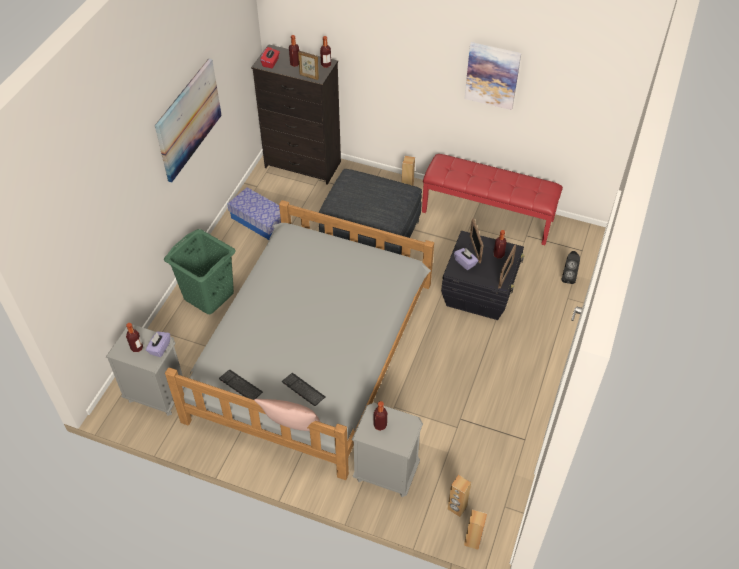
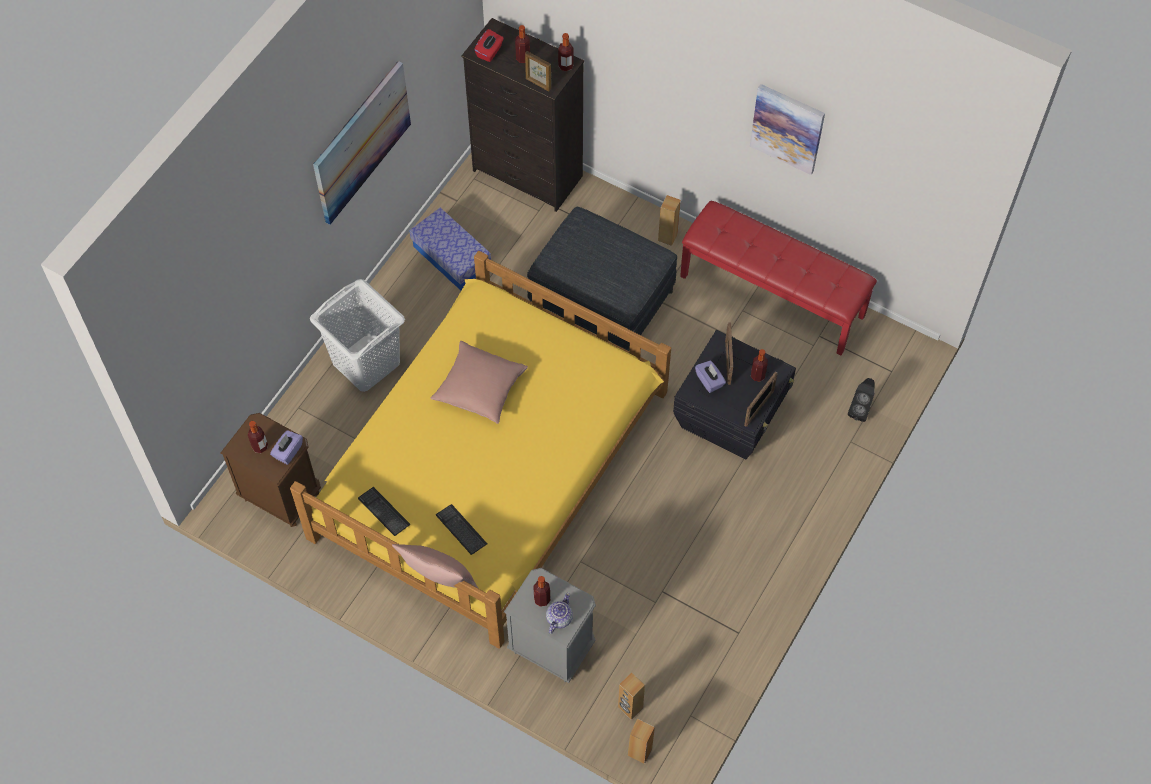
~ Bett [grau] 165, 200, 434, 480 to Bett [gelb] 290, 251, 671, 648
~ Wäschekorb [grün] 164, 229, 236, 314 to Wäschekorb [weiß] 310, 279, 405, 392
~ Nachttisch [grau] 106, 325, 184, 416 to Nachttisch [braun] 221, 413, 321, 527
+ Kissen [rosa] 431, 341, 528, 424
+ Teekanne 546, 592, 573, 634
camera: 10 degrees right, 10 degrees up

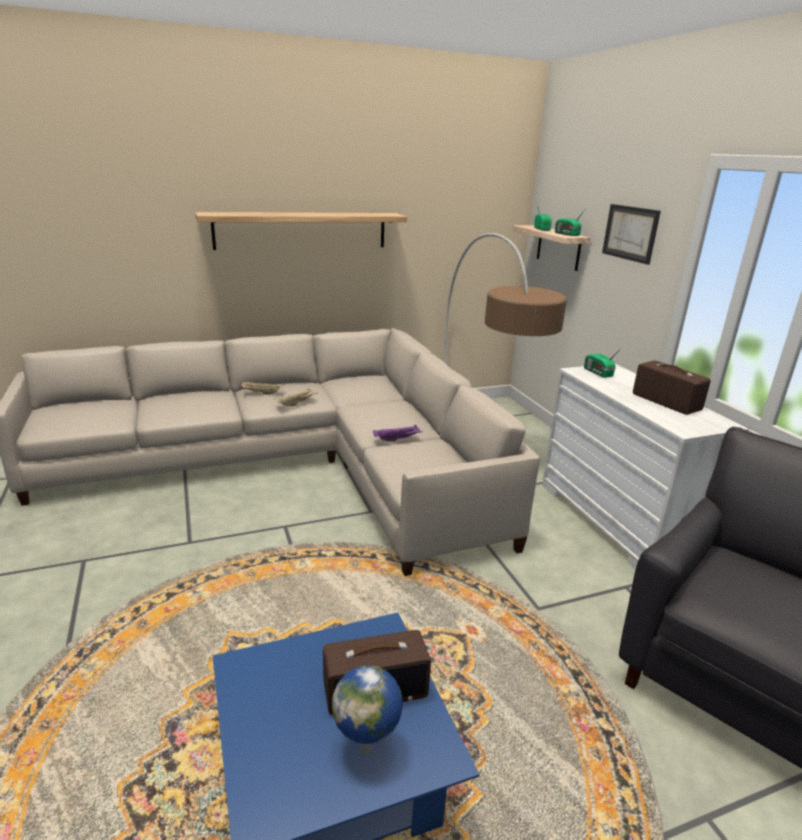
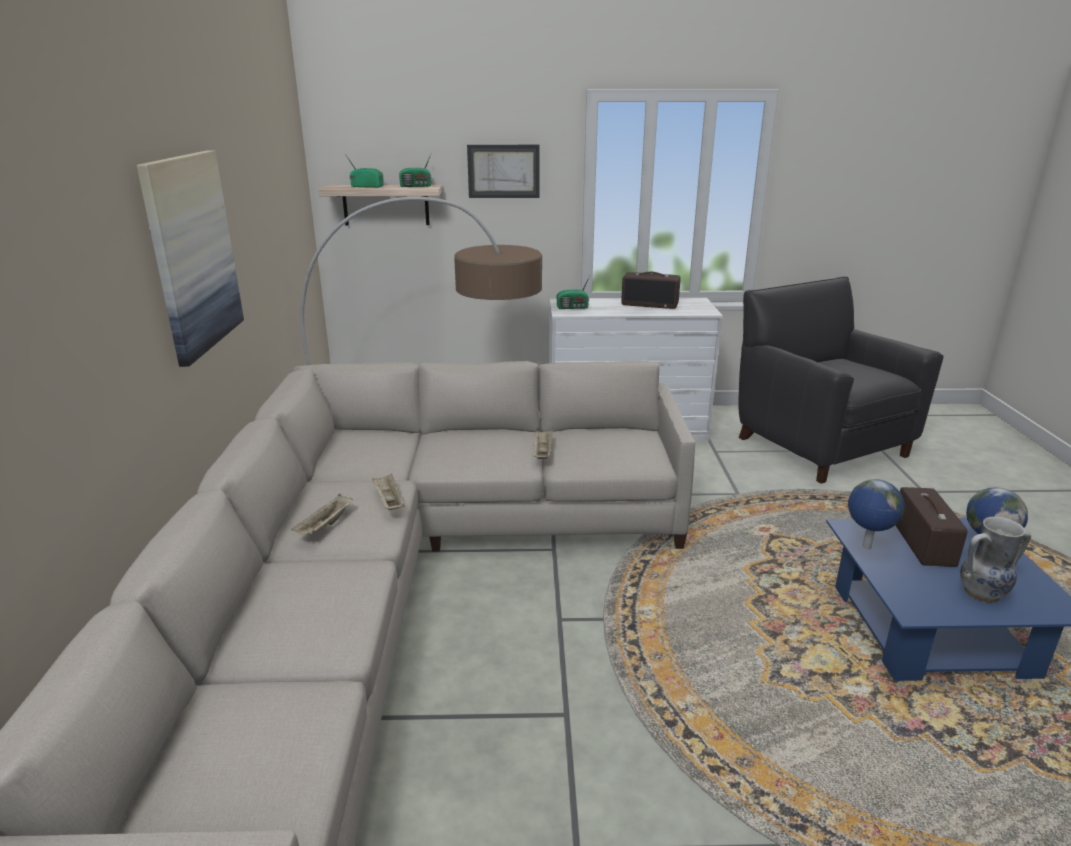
~ Wandregal 195, 212, 407, 250 to Bild 137, 151, 244, 367
~ Radio 633, 361, 711, 415 = 621, 272, 681, 309 150 degrees counterclockwise
~ Tablett [lila] 373, 425, 423, 442 to Tablett [beige] 533, 430, 553, 459
+ Globus 848, 479, 905, 550
+ Vase 960, 517, 1031, 603
camera: 70 degrees left, 0 degrees up

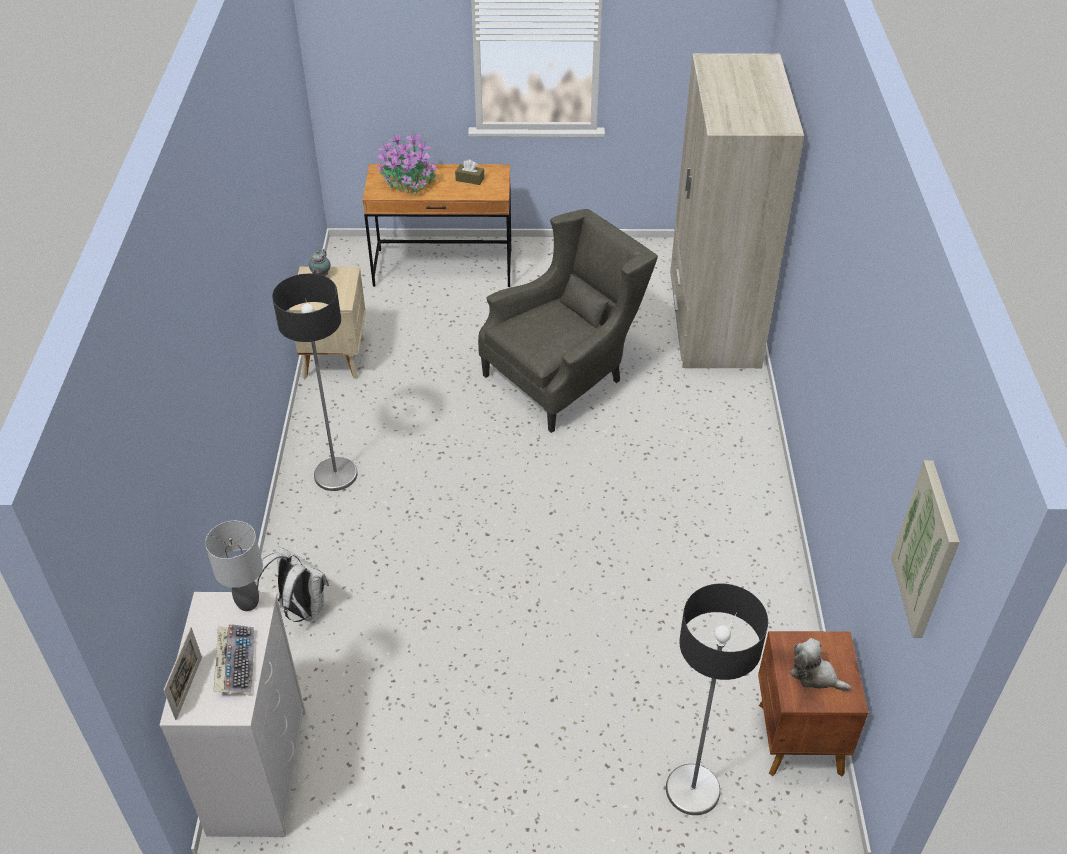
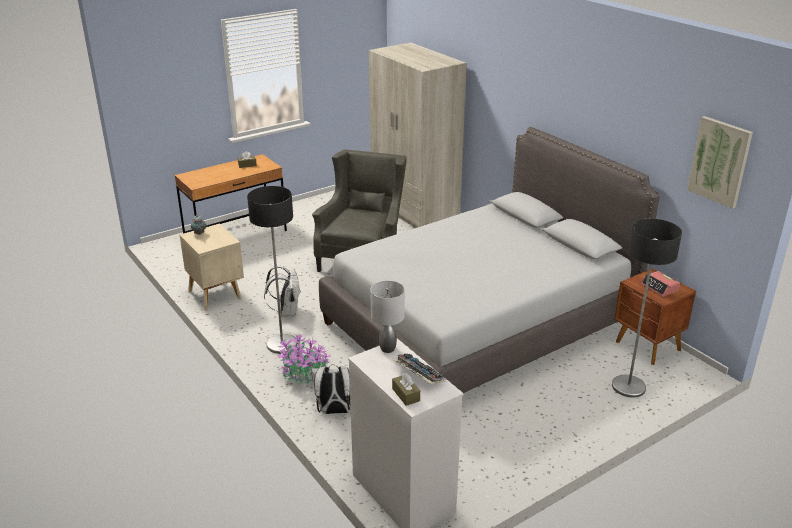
~ Topfpflanze 376, 131, 438, 194 to 277, 334, 331, 384
~ Bilderrahmen 164, 627, 202, 720 to Taschentuchbox [braun] 392, 373, 420, 406
~ Plüschtier 791, 638, 851, 691 to Wecker 641, 271, 680, 297
+ Bett [grau] 319, 127, 660, 393
+ Rucksack [weiß] 264, 265, 300, 317
camera: 35 degrees left, 15 degrees down

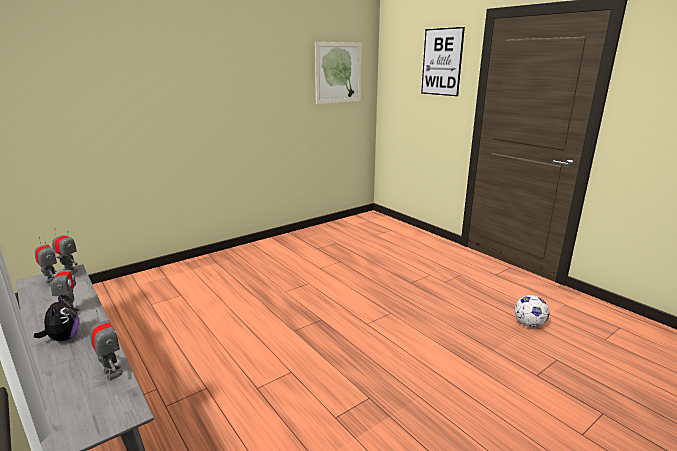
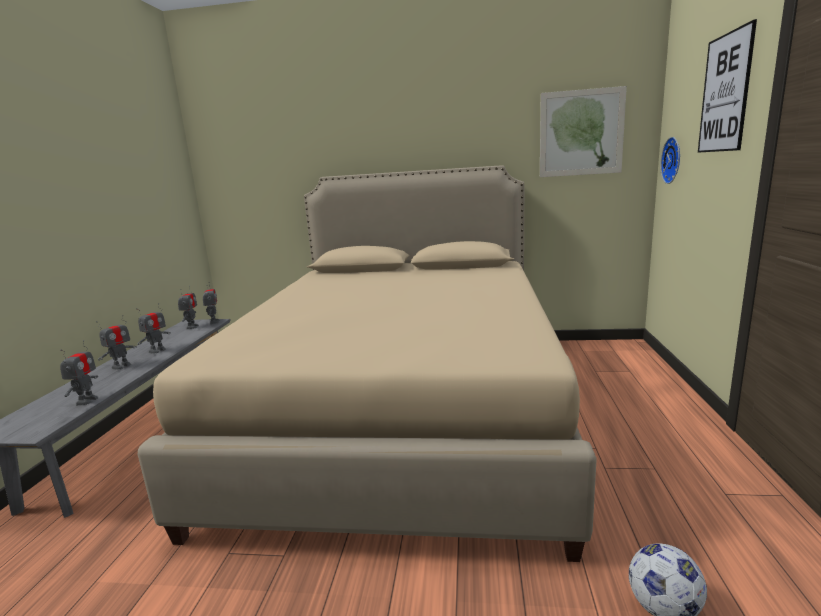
~ Plüschtier 34, 294, 79, 341 to Spielzeugroboter 96, 315, 137, 370
+ Wanduhr 660, 137, 680, 184
+ Bett [beige] 138, 165, 597, 562
camera: 45 degrees right, 5 degrees down

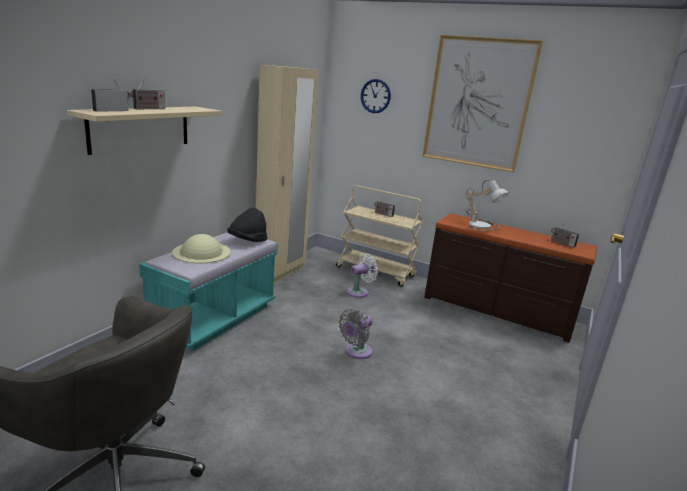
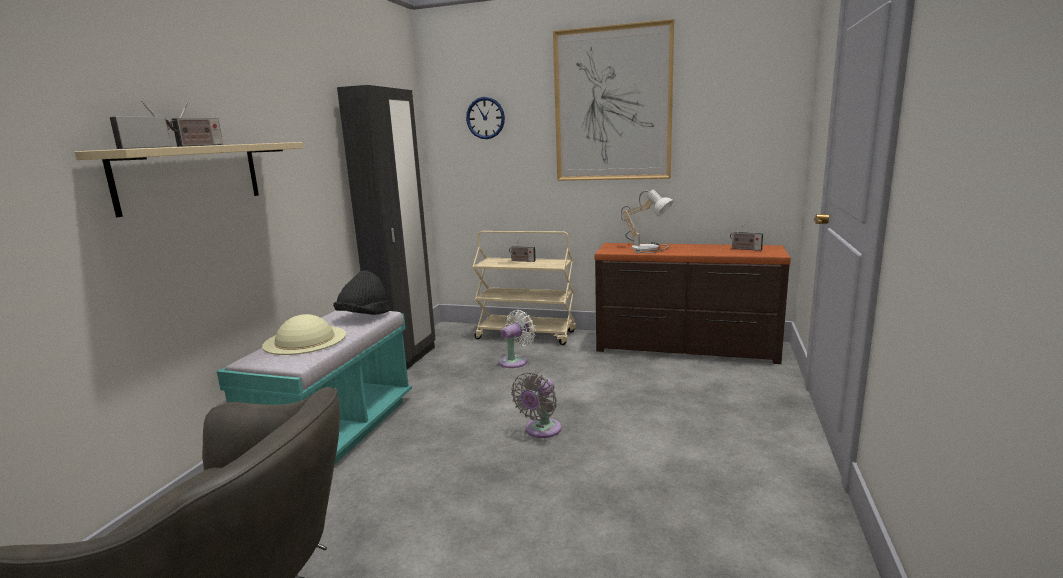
~ Kleiderschrank [beige] 256, 64, 318, 283 to Kleiderschrank [schwarz] 337, 85, 436, 369
camera: 10 degrees left, 5 degrees down

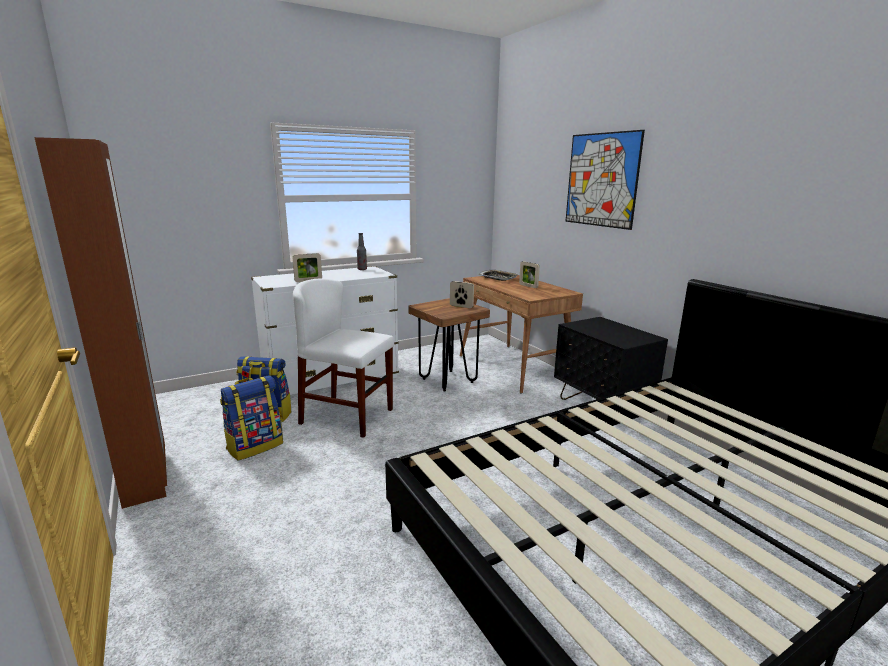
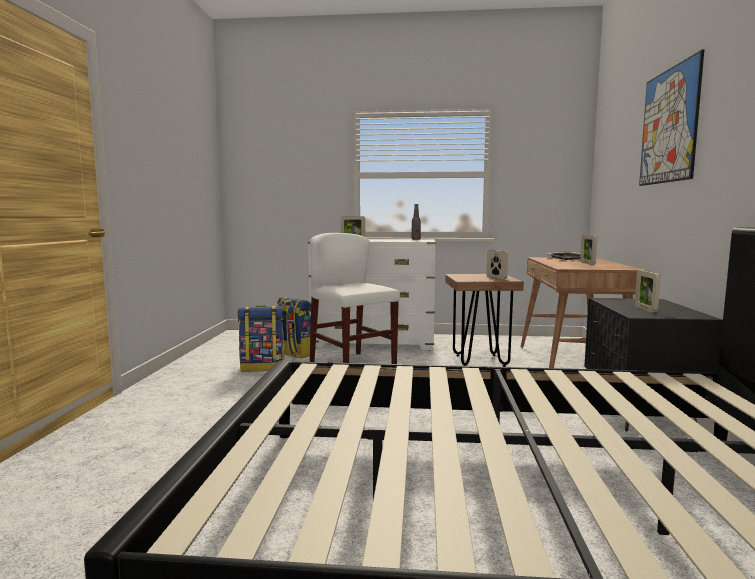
- Kleiderschrank [braun] 34, 137, 167, 509
+ Bilderrahmen 635, 270, 661, 313
camera: 35 degrees right, 10 degrees down

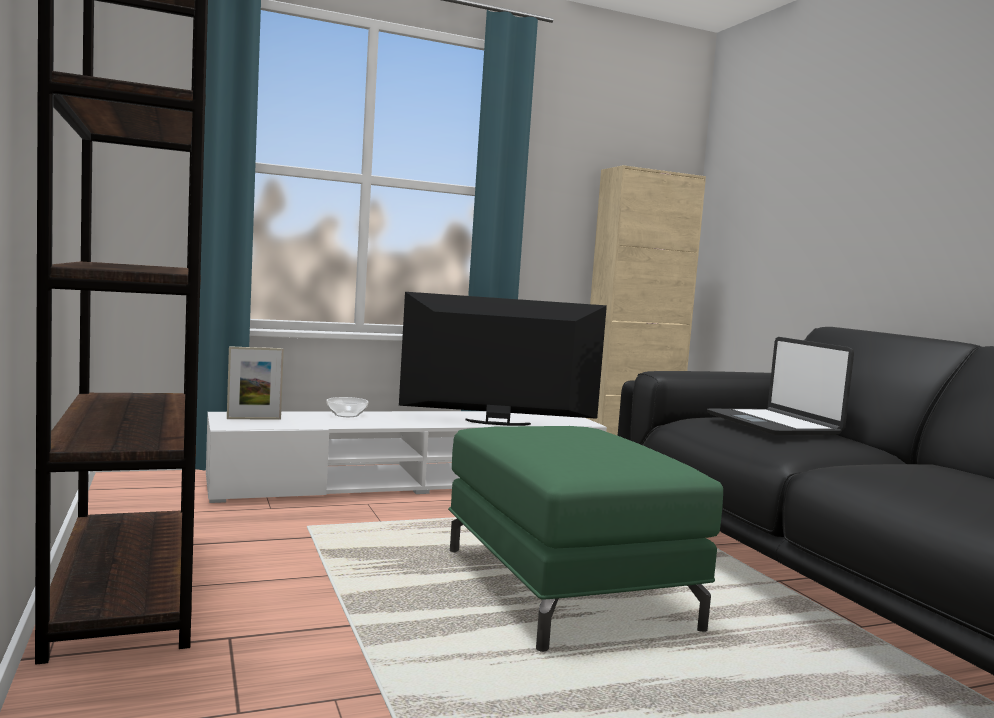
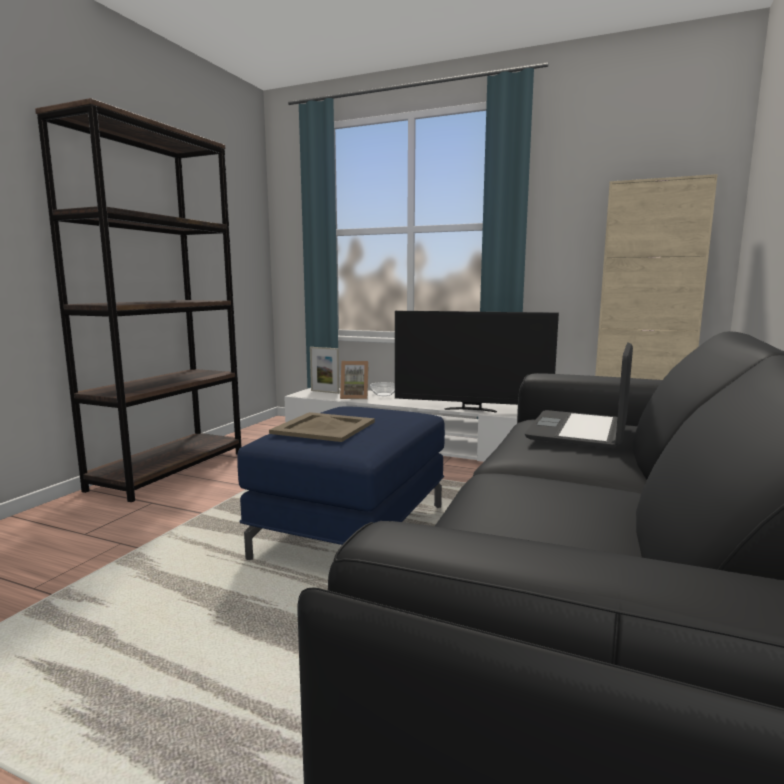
~ Fernseher 399, 292, 607, 426 = 395, 311, 559, 413 150 degrees clockwise
~ Polsterhocker [grün] 448, 426, 723, 652 to Polsterhocker [blau] 237, 406, 445, 560
+ Bilderrahmen 340, 361, 369, 399
+ Tablett [beige] 269, 412, 375, 442
camera: 45 degrees right, 5 degrees up

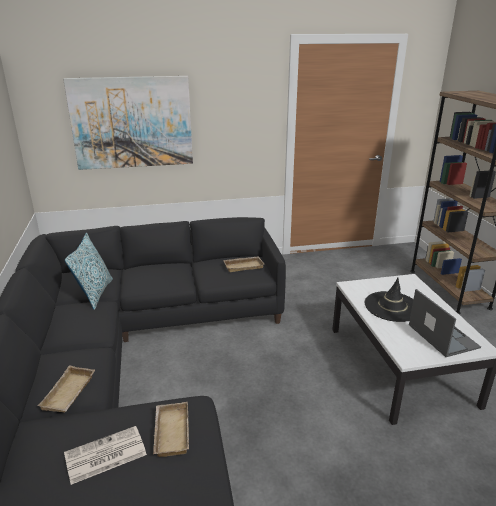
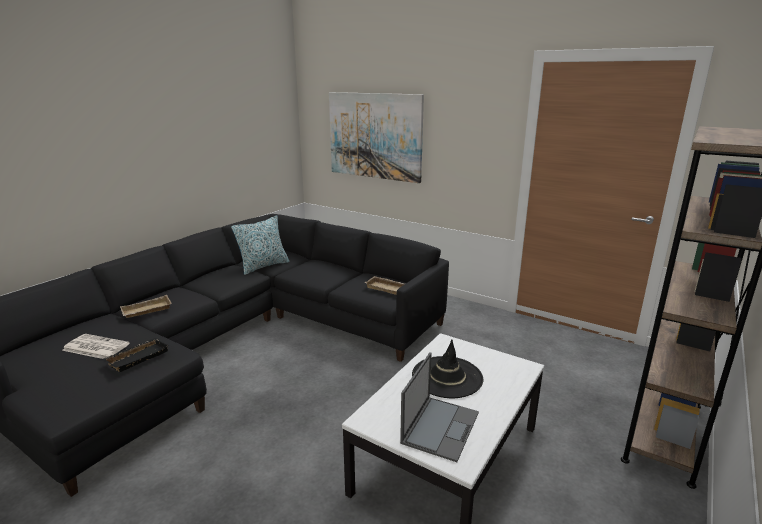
~ Tablett [beige] 153, 402, 189, 457 to Tablett [schwarz] 103, 338, 169, 372
camera: 45 degrees right, 5 degrees down

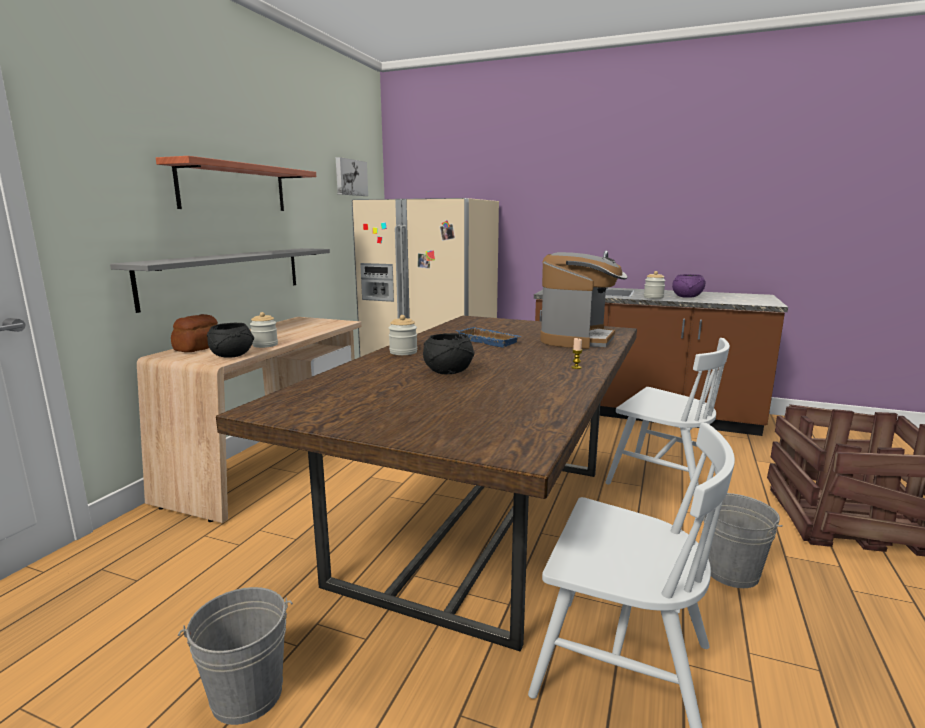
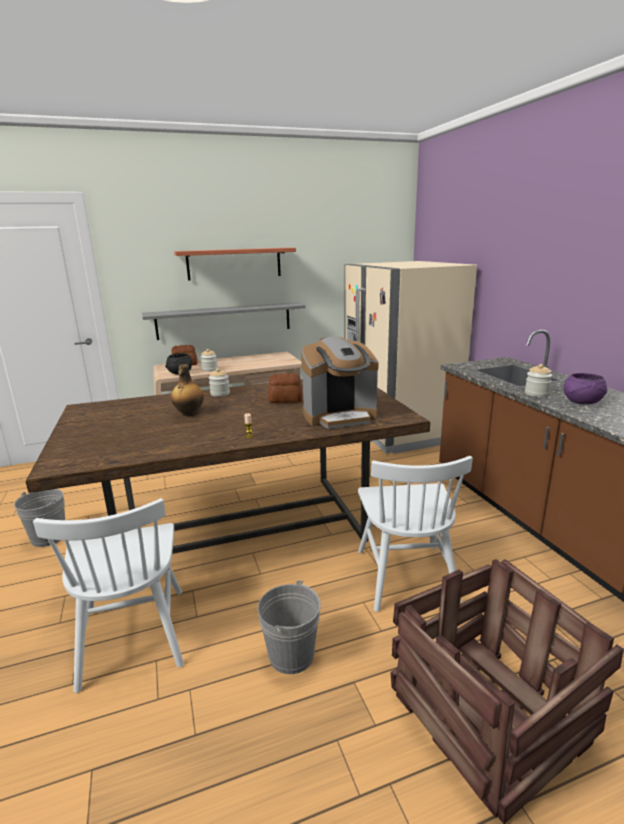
- Bild 336, 157, 368, 196
~ Tablett [blau] 455, 327, 521, 348 to Brot 268, 373, 302, 403
~ Schüssel [schwarz] 423, 333, 475, 374 to Flasche 171, 364, 204, 417
camera: 50 degrees right, 5 degrees up

